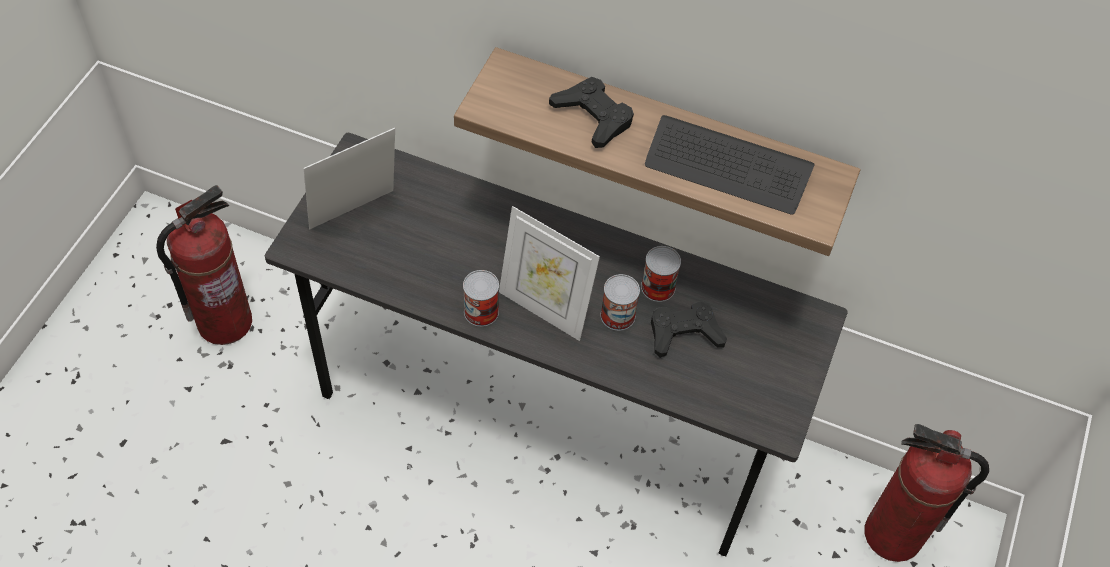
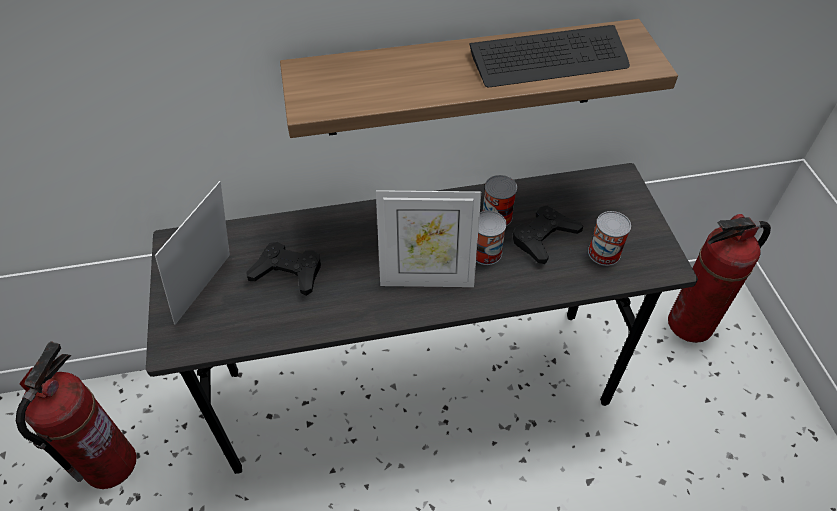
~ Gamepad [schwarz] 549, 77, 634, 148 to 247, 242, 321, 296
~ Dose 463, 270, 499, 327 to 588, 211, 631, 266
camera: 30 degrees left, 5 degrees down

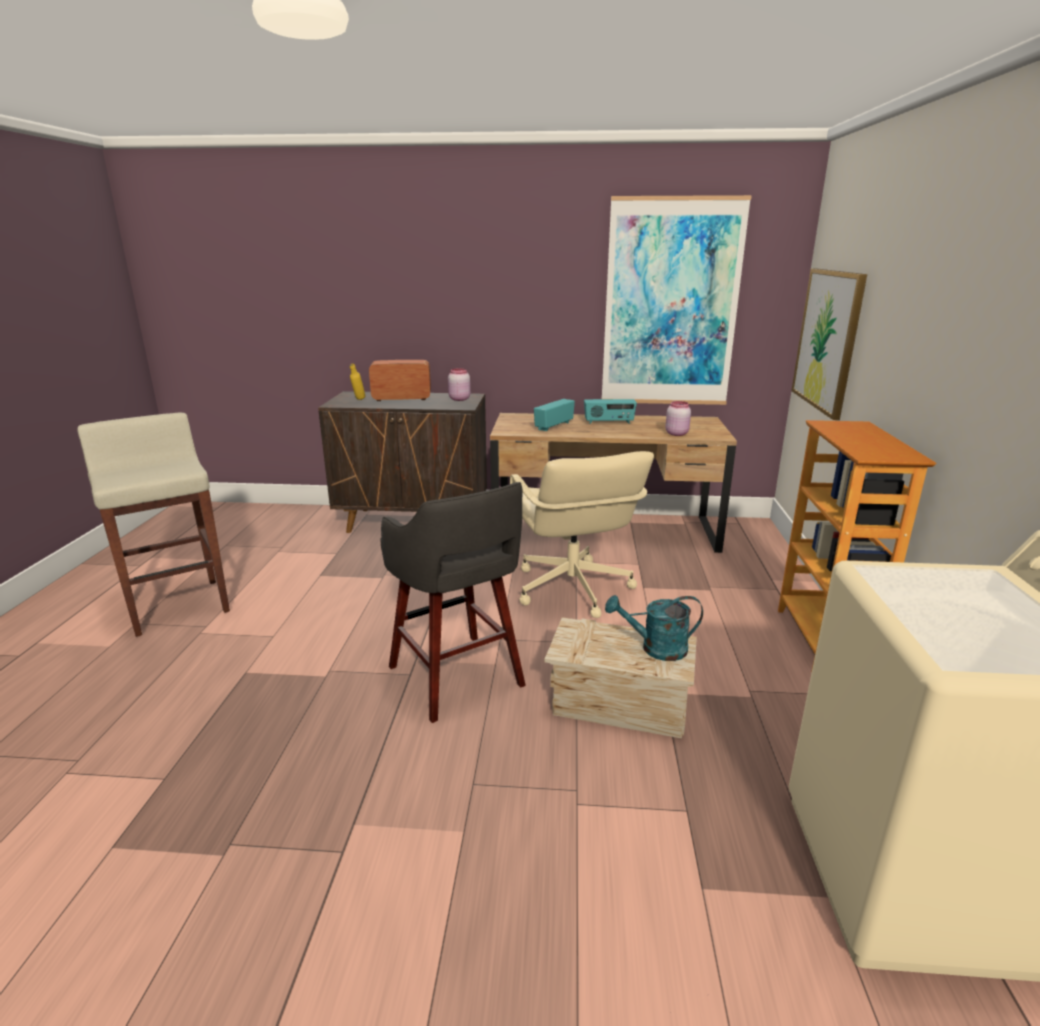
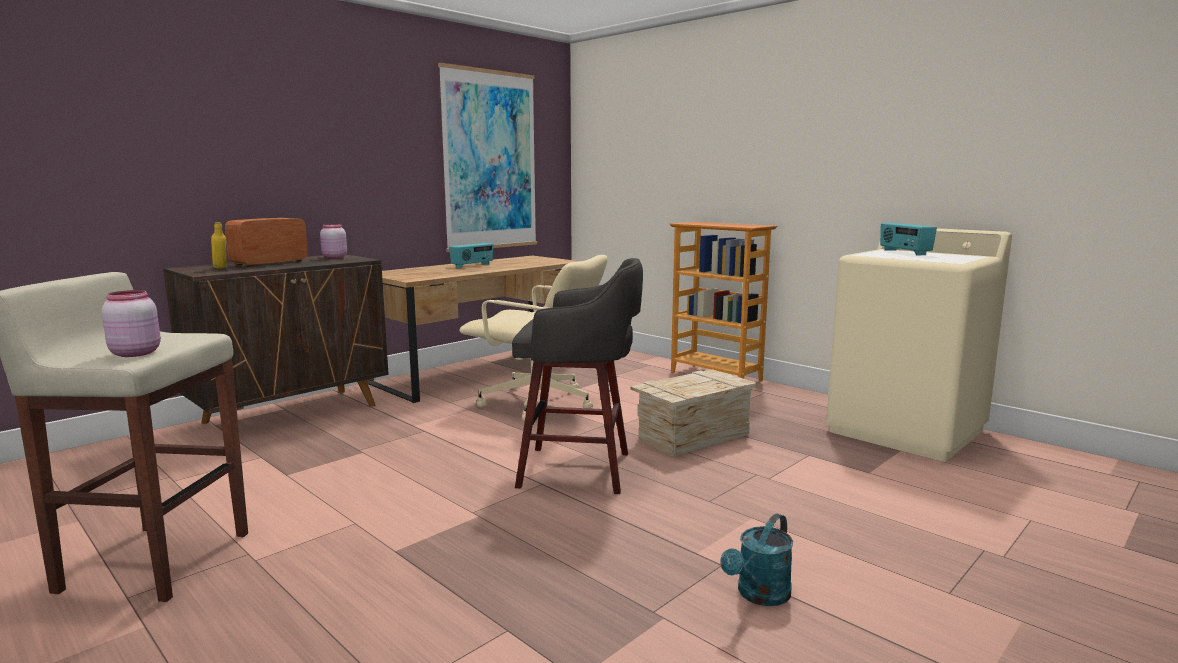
- Bild 791, 269, 867, 420
~ Radio 534, 399, 575, 431 to 880, 223, 937, 256
~ Vorratsglas [rosa] 665, 401, 691, 436 to 101, 290, 161, 357
~ Gießkanne [türkis] 605, 595, 703, 661 to 720, 513, 793, 606
camera: 50 degrees left, 10 degrees down

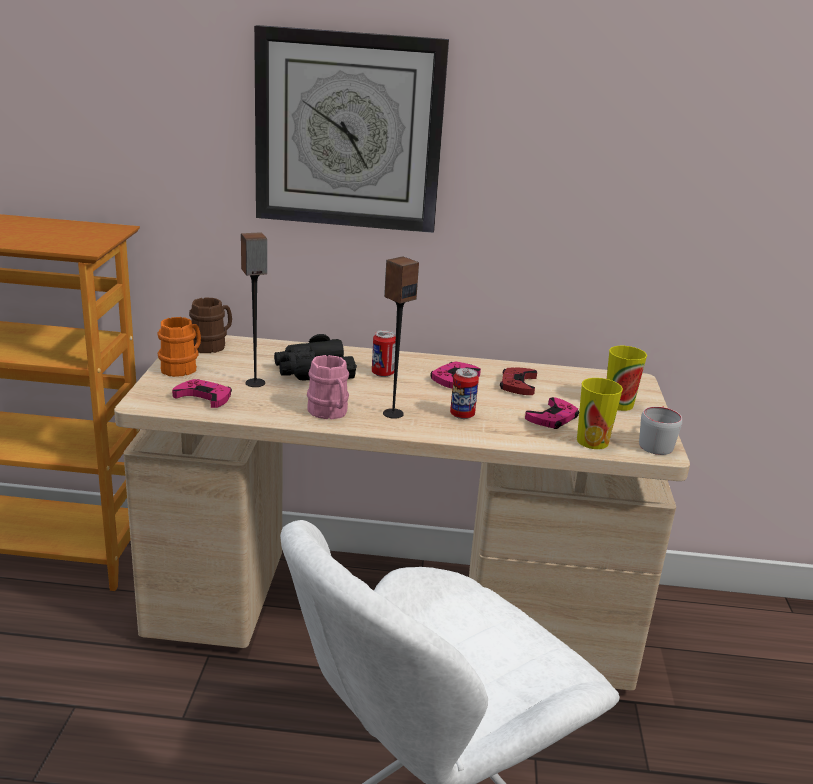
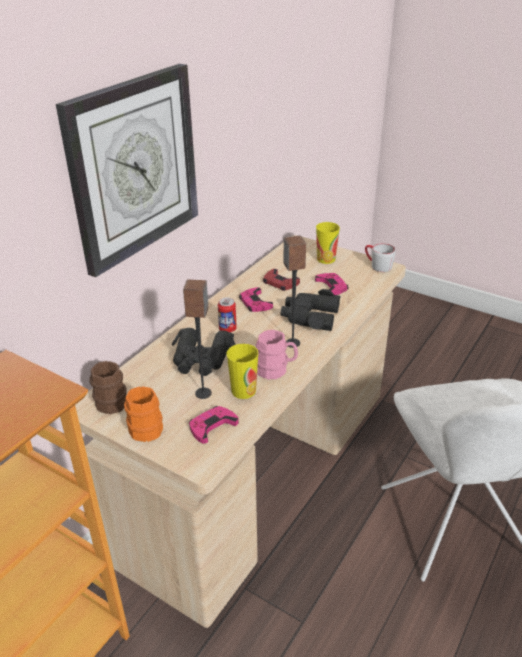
~ Dose 450, 368, 479, 419 to Fernglas [schwarz] 281, 289, 341, 331
~ Tasse 577, 378, 623, 449 to 227, 344, 259, 399
camera: 60 degrees left, 10 degrees up

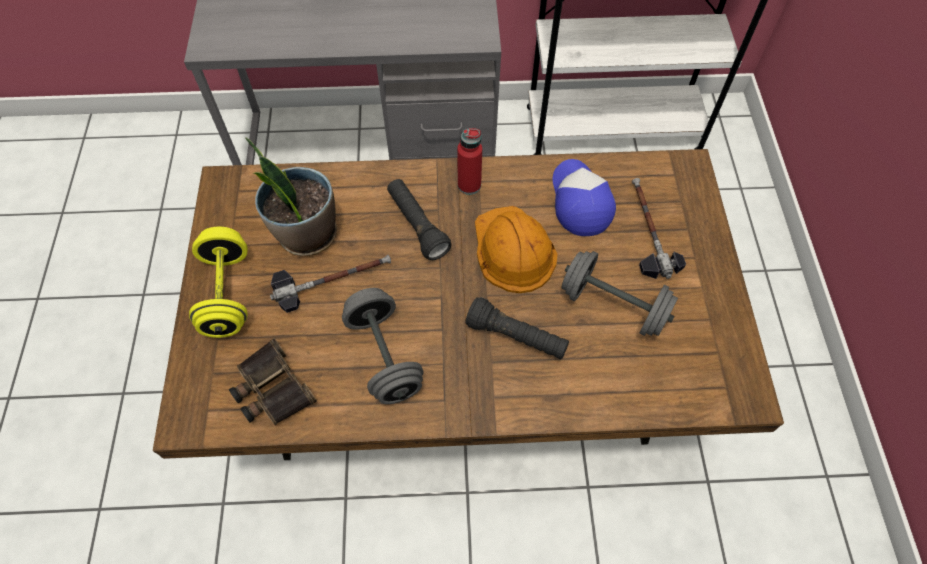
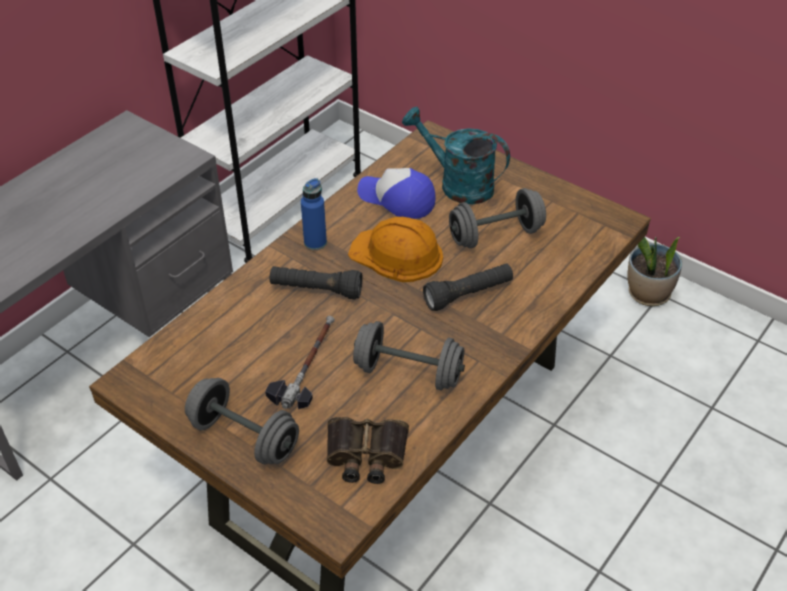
~ Flasche [rot] 457, 128, 482, 195 to Flasche [blau] 301, 178, 327, 250
~ Topfpflanze 246, 138, 337, 256 to 628, 236, 682, 306
~ Hammer 632, 178, 686, 279 to Gießkanne [türkis] 402, 107, 510, 205
~ Hantel [gelb] 189, 227, 247, 338 to Hantel [grau] 185, 378, 299, 464
camera: 50 degrees left, 15 degrees down

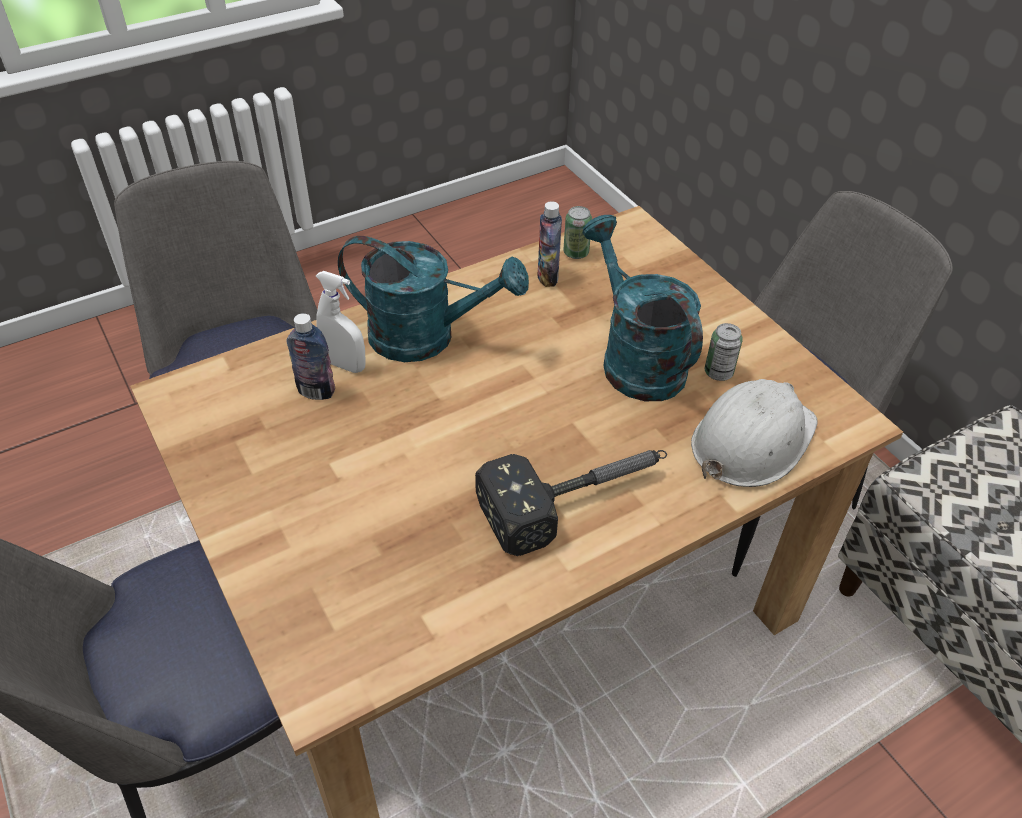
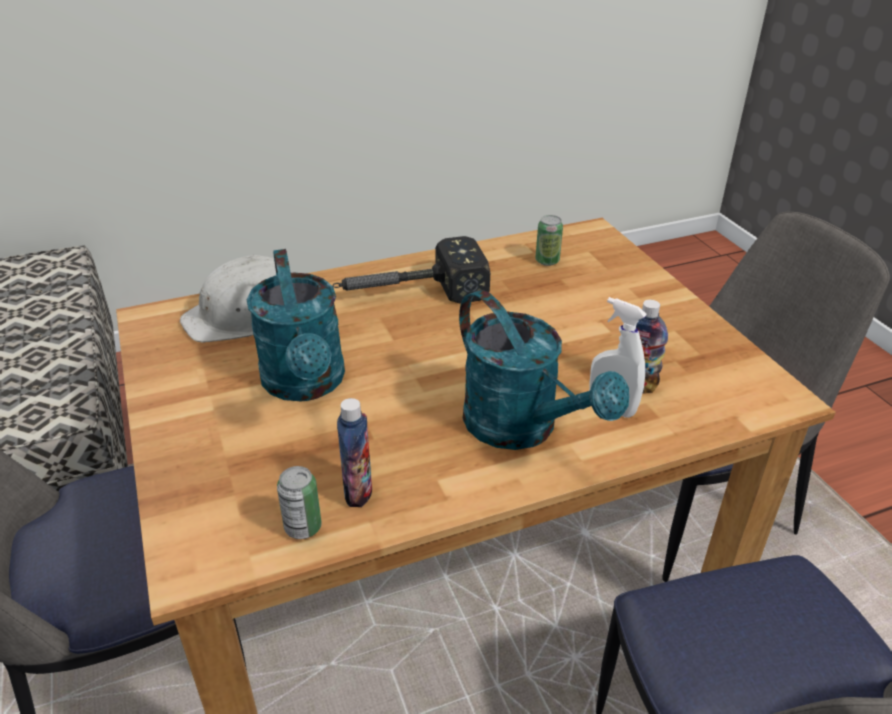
~ Gießkanne [türkis] 338, 236, 529, 362 = 459, 290, 629, 450 150 degrees counterclockwise
~ Dose 705, 323, 743, 381 to 535, 215, 563, 266
camera: 170 degrees left, 10 degrees down

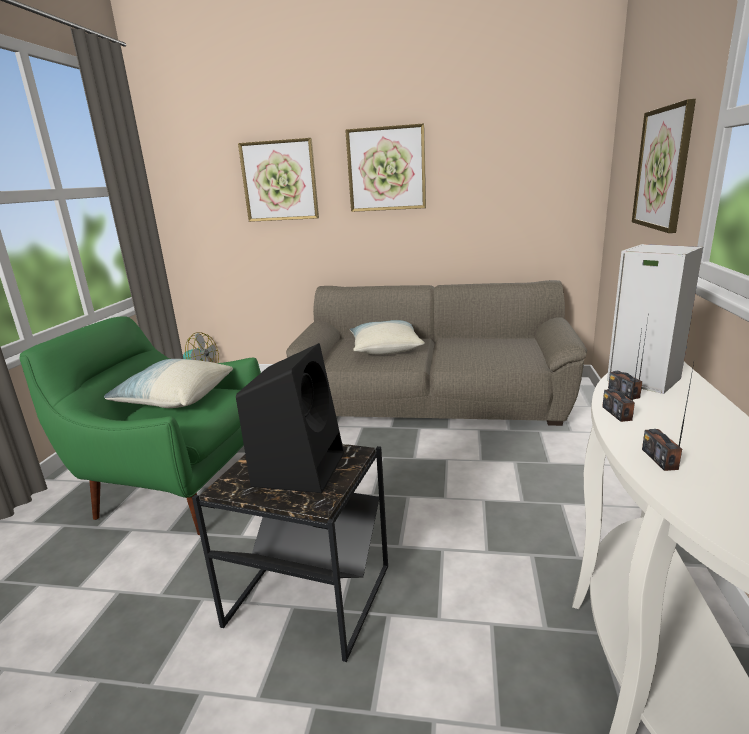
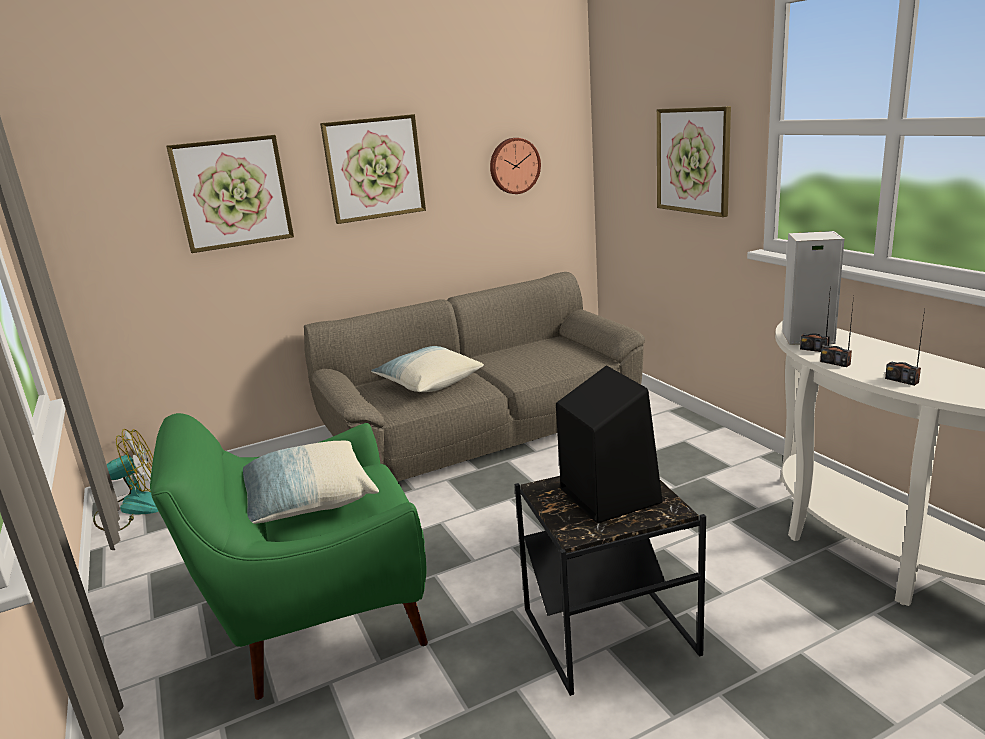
+ Wanduhr 490, 138, 541, 194
camera: 35 degrees left, 0 degrees up

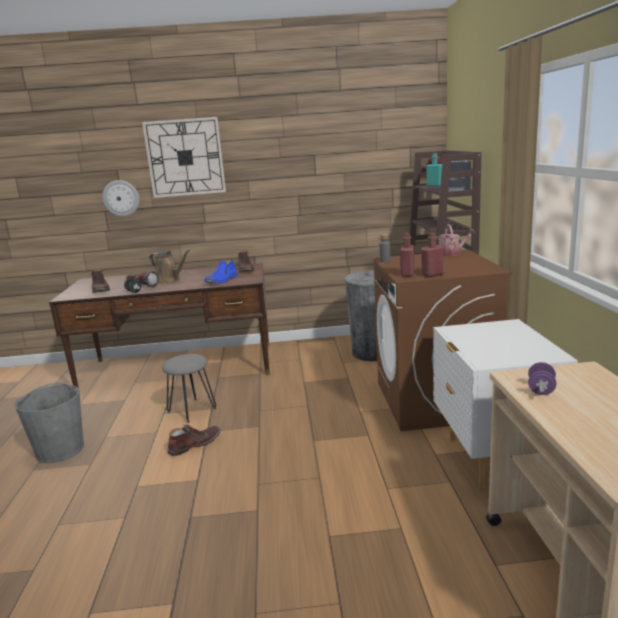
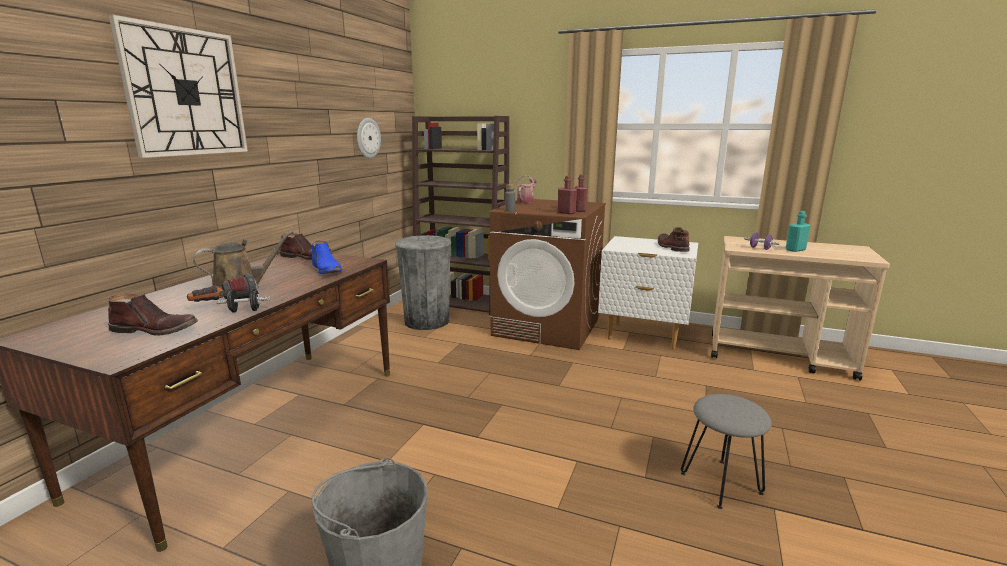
~ Flasche [türkis] 426, 154, 442, 186 to 786, 211, 810, 252
~ Wanduhr 102, 180, 139, 217 to 357, 118, 381, 158
~ Hocker [grau] 162, 354, 216, 423 to 681, 394, 772, 509
~ Stiefel [braun] 168, 424, 221, 456 to 658, 227, 690, 252
camera: 65 degrees left, 0 degrees up

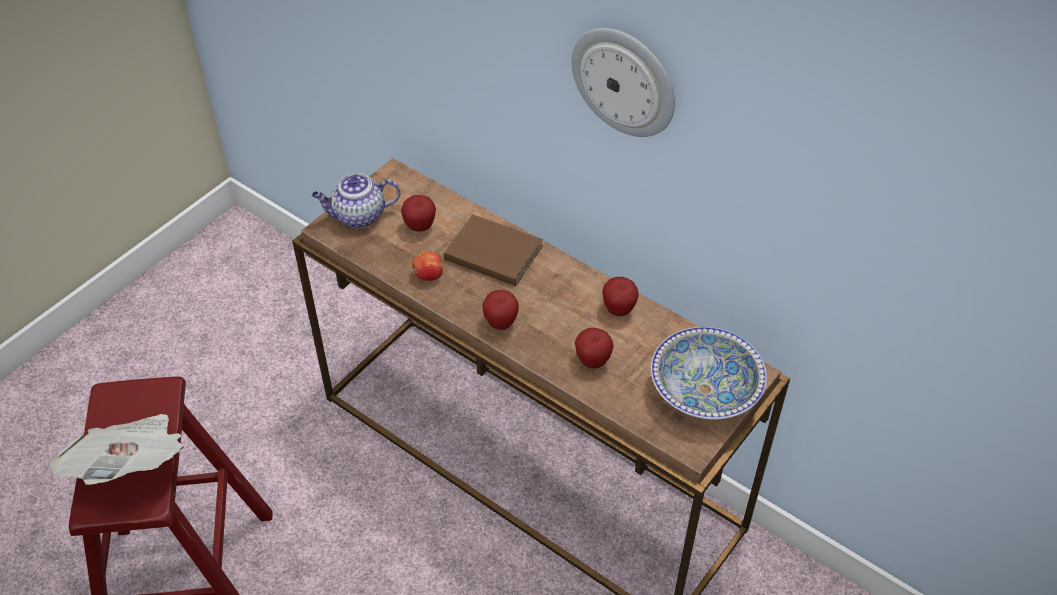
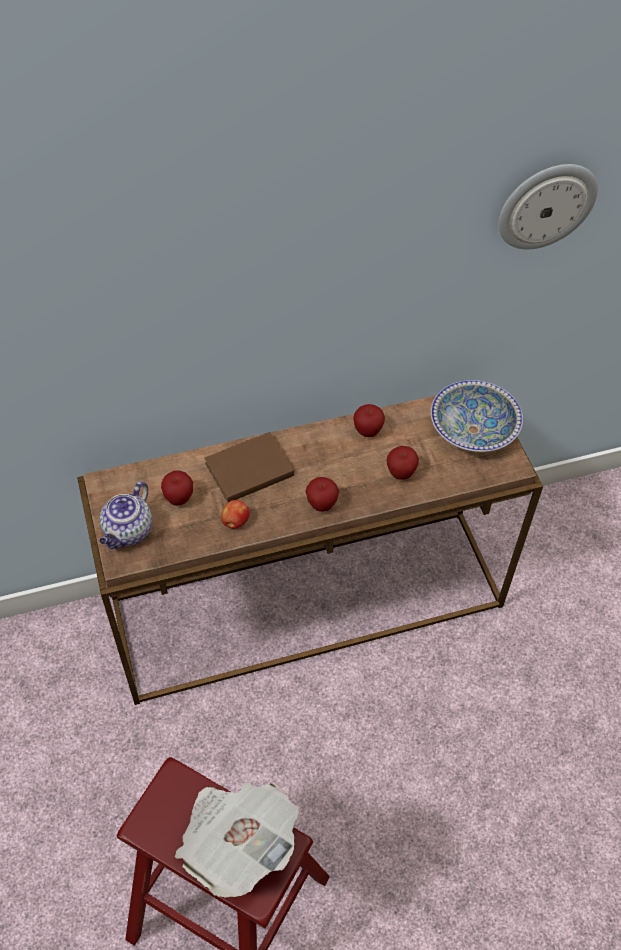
~ Wanduhr 571, 28, 675, 137 to 498, 164, 598, 249
camera: 55 degrees left, 5 degrees up

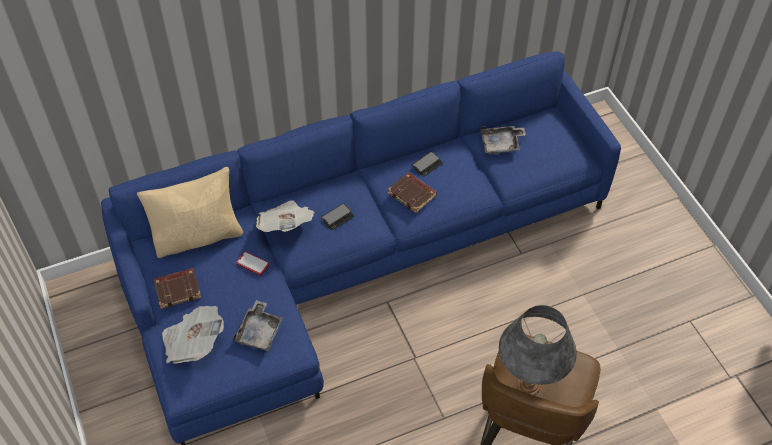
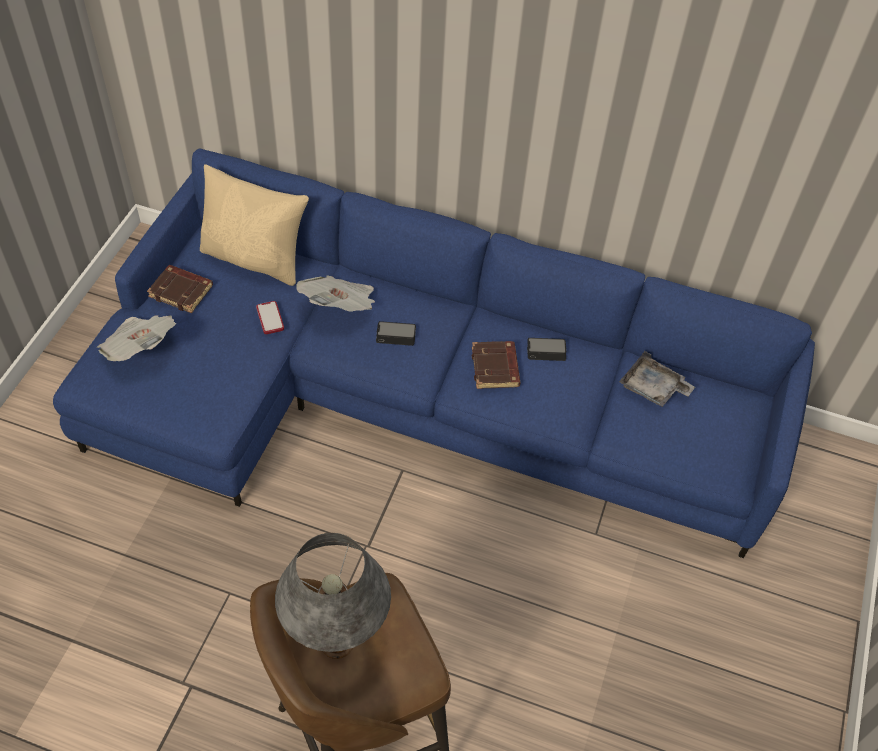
- Tablett [grau] 233, 300, 284, 351
camera: 40 degrees right, 0 degrees up

